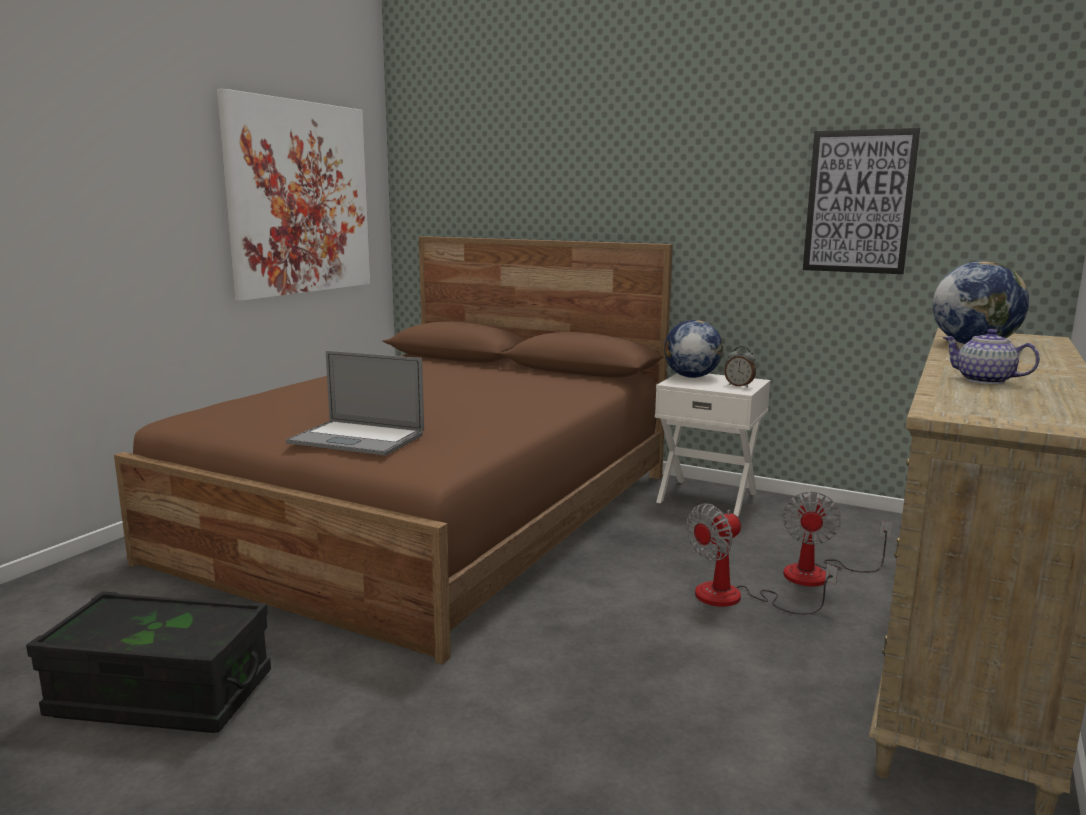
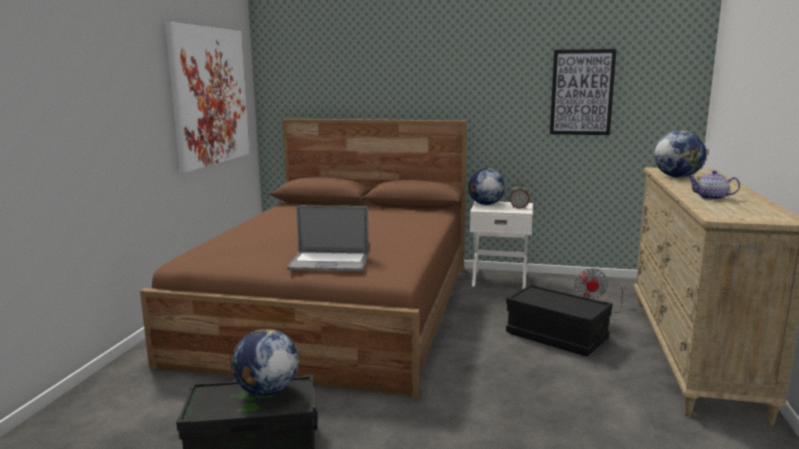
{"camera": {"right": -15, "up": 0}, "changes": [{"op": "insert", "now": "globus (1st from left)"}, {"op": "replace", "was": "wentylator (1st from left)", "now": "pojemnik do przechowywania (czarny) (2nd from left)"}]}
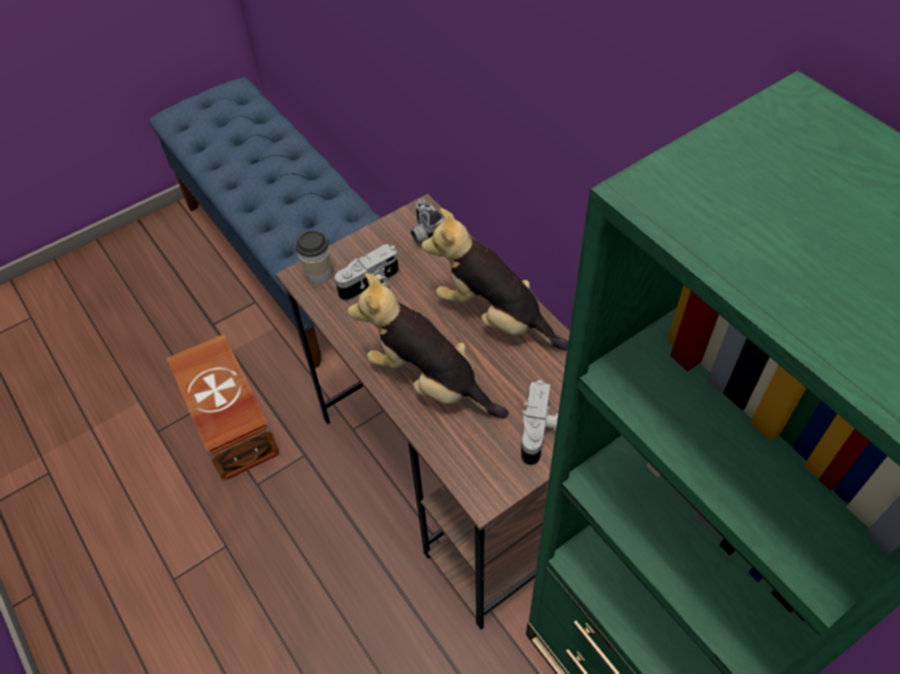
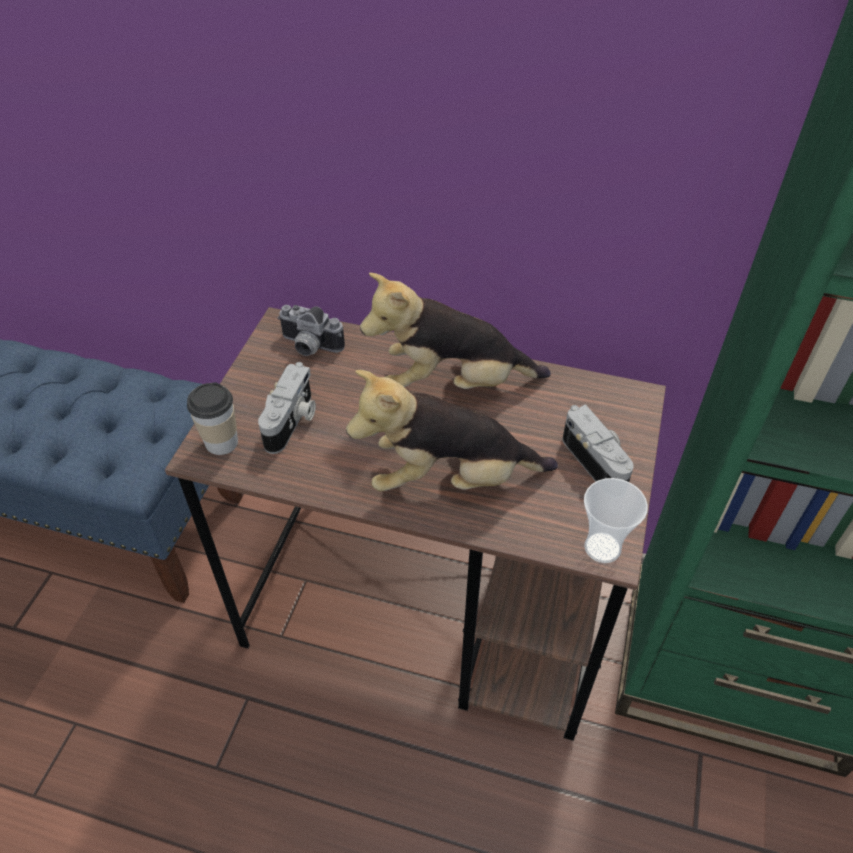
{"camera": {"right": -40, "up": -5}, "changes": [{"op": "delete", "was": "pojemnik do przechowywania (brązowy)"}, {"op": "insert", "now": "filiżanka (2nd from left)"}]}
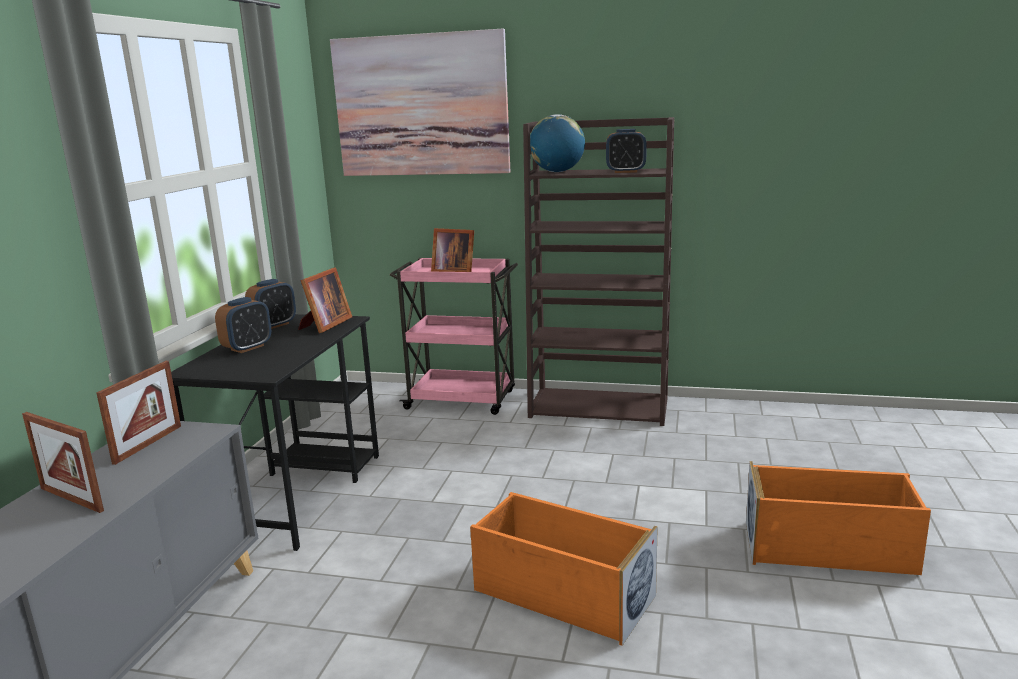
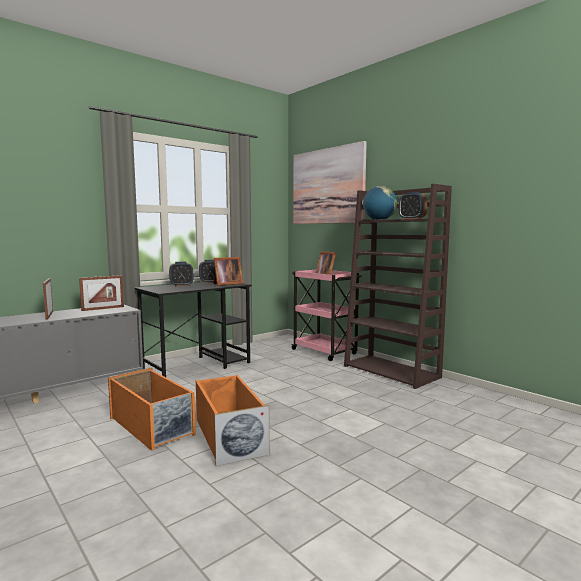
{"camera": {"right": 35, "up": -10}, "changes": [{"op": "move", "was": "pojemnik do przechowywania (pomarańczowy) (2nd from left in the first image)", "now": "pojemnik do przechowywania (pomarańczowy) (1st from left)"}]}
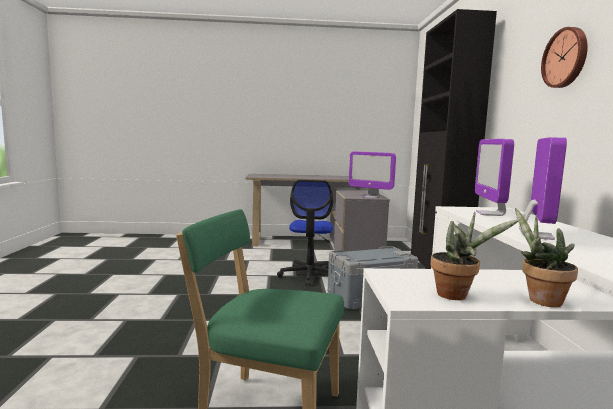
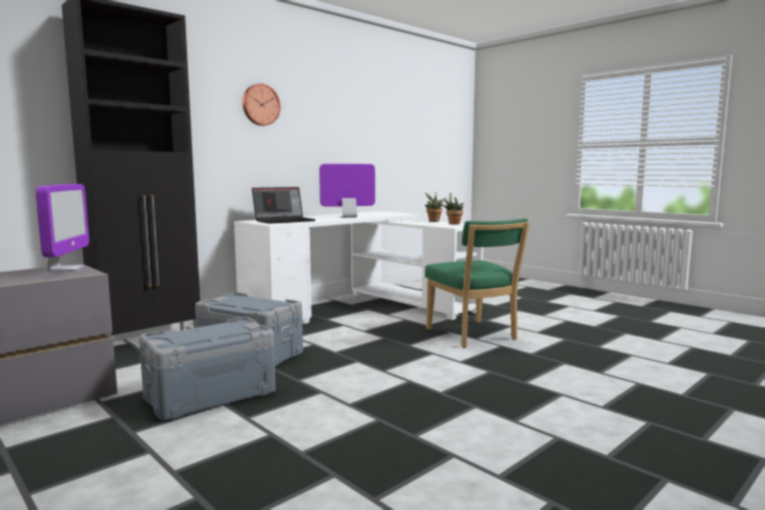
{"camera": {"right": -130, "up": 0}, "changes": [{"op": "replace", "was": "krzesło biurowe", "now": "pojemnik do przechowywania (szary) (1st from left)"}, {"op": "replace", "was": "monitor (2nd from left)", "now": "laptop"}]}
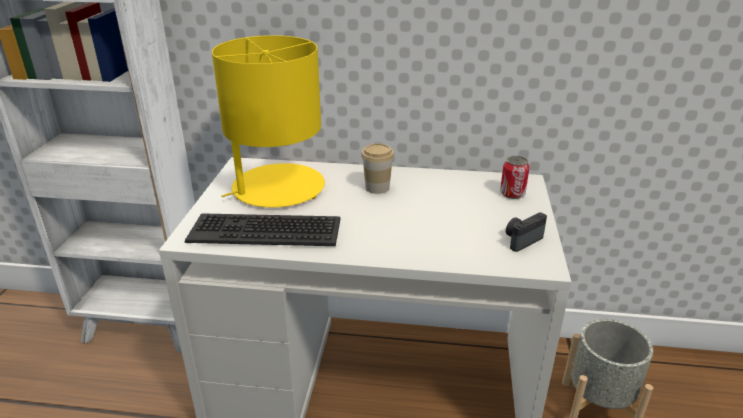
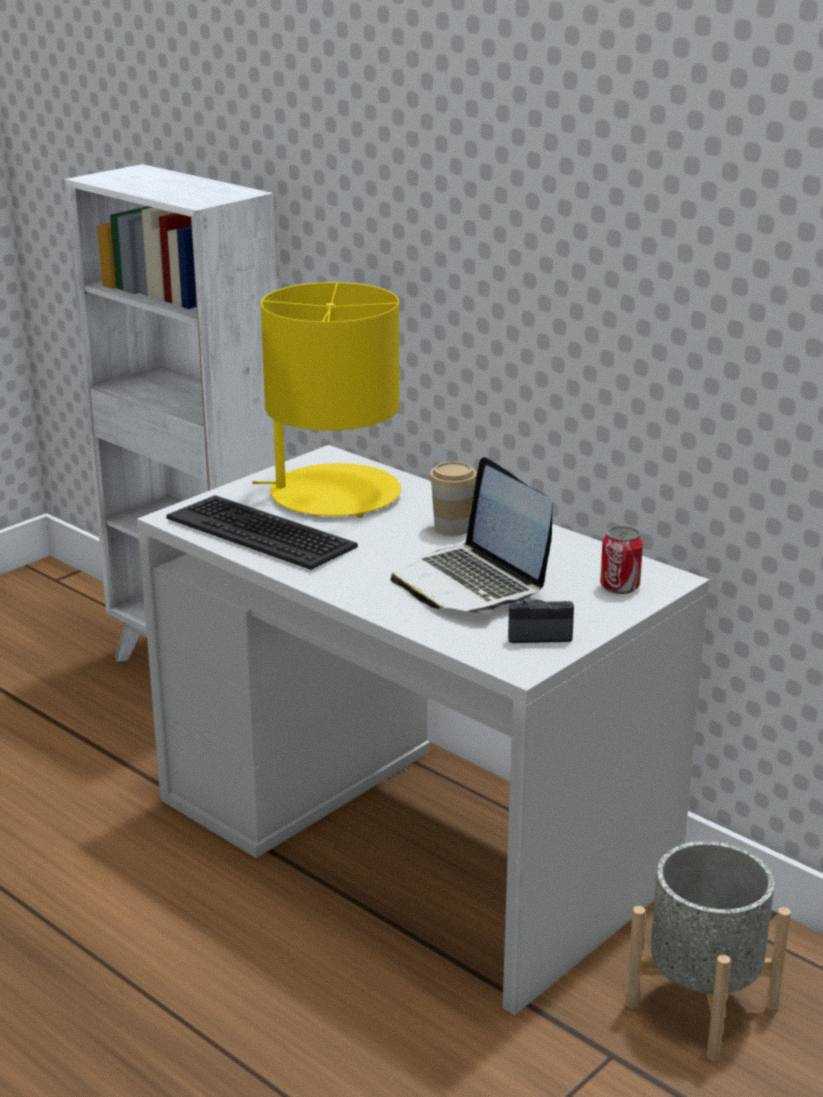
{"camera": {"right": 35, "up": -5}, "changes": [{"op": "insert", "now": "laptop"}]}
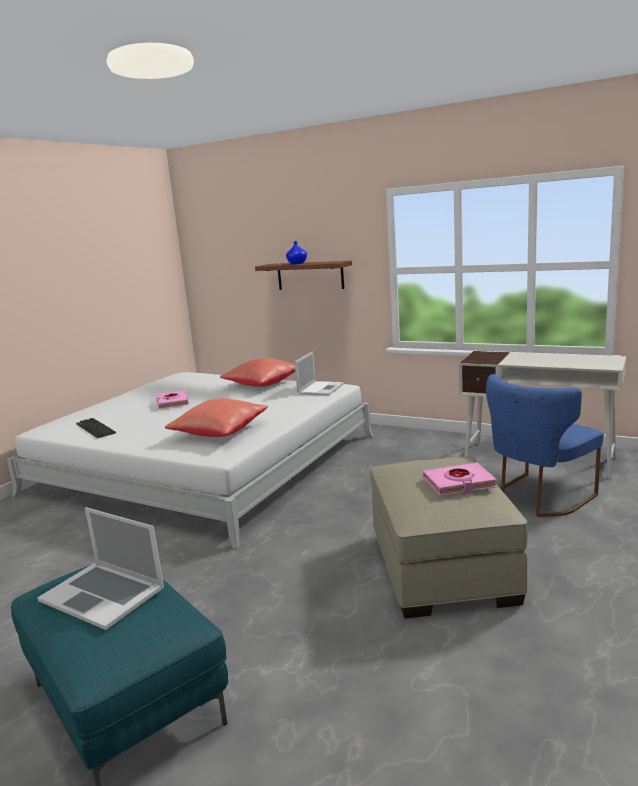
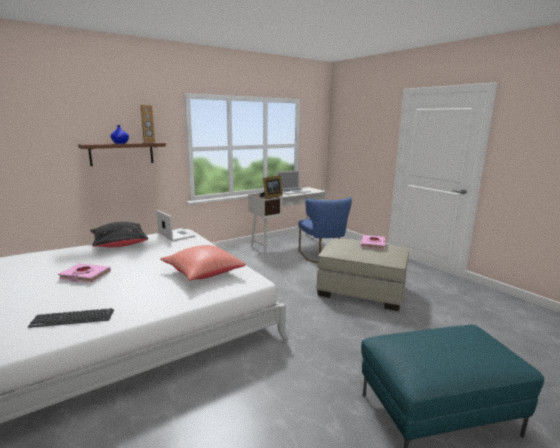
{"camera": {"right": -65, "up": 0}, "changes": [{"op": "insert", "now": "głośnik (brązowy)"}, {"op": "insert", "now": "ramka na zdjęcie"}, {"op": "move", "was": "laptop (1st from left in the first image)", "now": "laptop (2nd from left)"}, {"op": "recolor", "was": "poduszka (czerwony) (2nd from left)", "now": "poduszka (czarny)"}]}
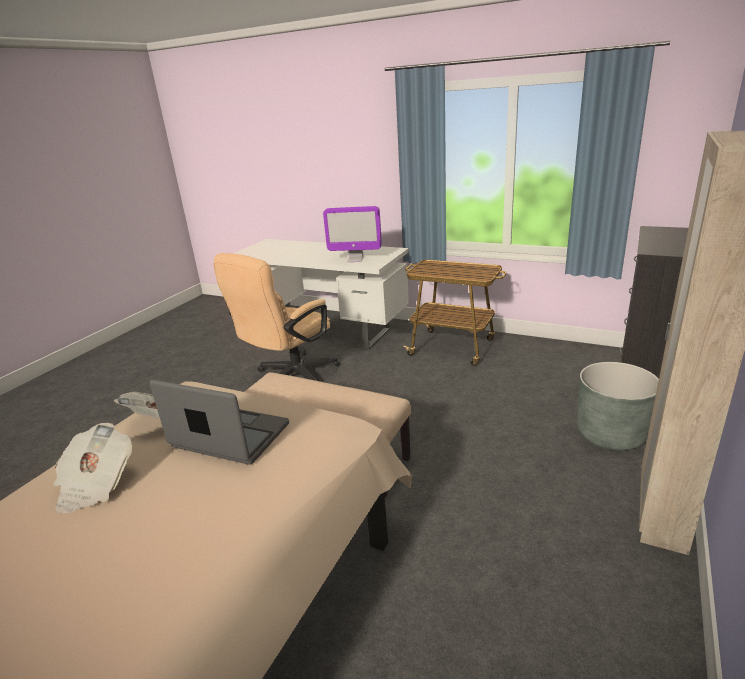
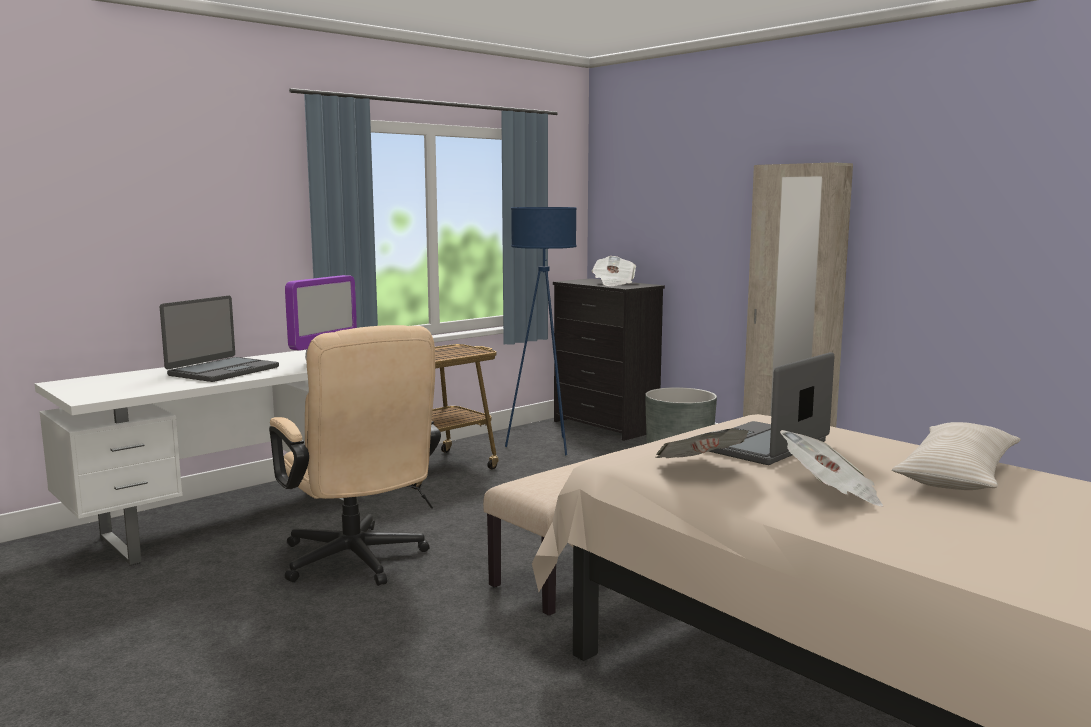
{"camera": {"right": -70, "up": -15}, "changes": [{"op": "insert", "now": "laptop (1st from left)"}, {"op": "insert", "now": "lampa stojąca (niebieski)"}, {"op": "insert", "now": "gazeta (1st from left)"}, {"op": "insert", "now": "poduszka (beżowy)"}]}
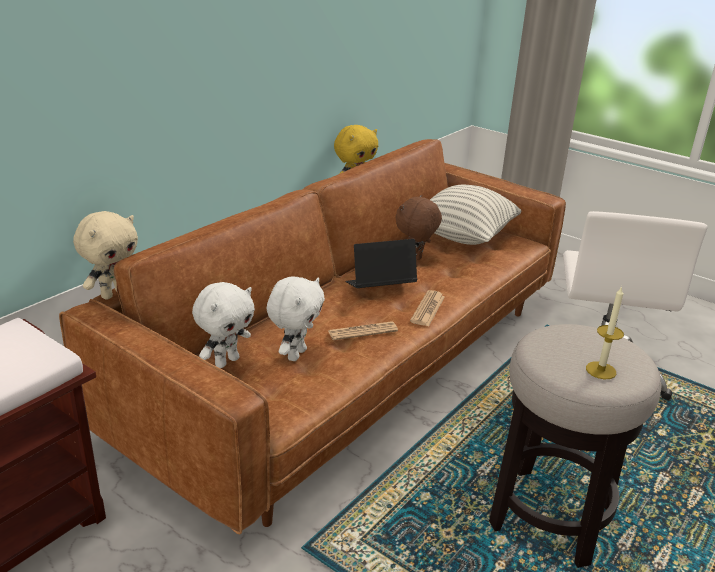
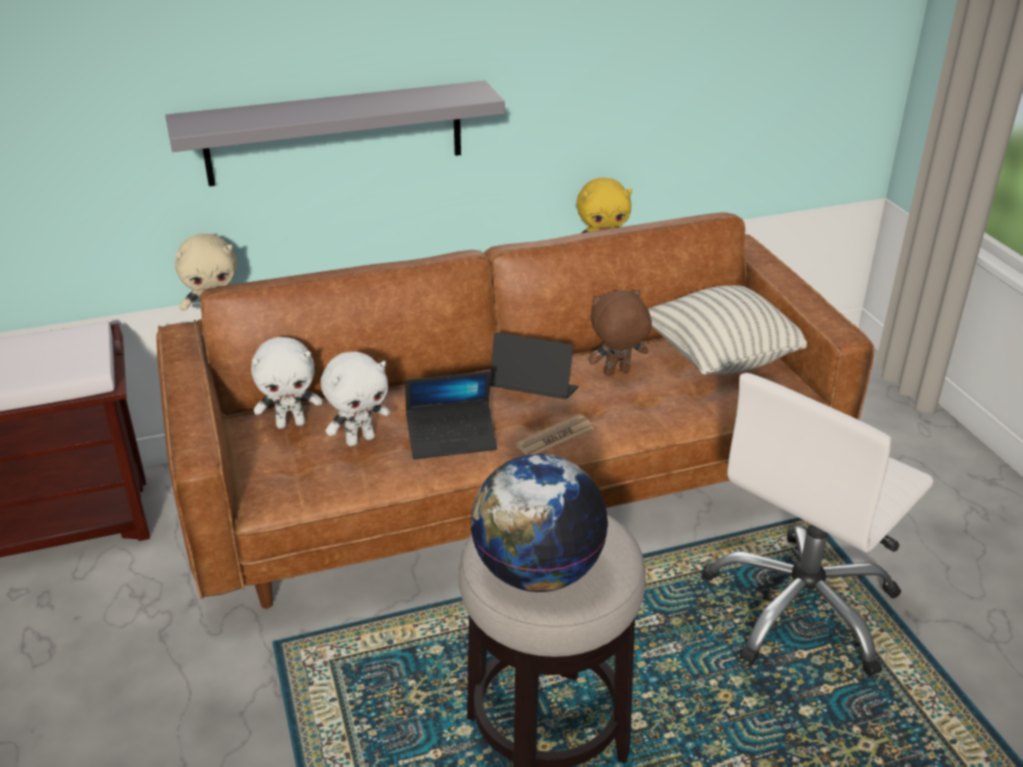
{"camera": {"right": 35, "up": 5}, "changes": [{"op": "insert", "now": "półka (szary)"}, {"op": "replace", "was": "gazeta (1st from left)", "now": "laptop (1st from left)"}, {"op": "replace", "was": "świeca", "now": "globus"}]}
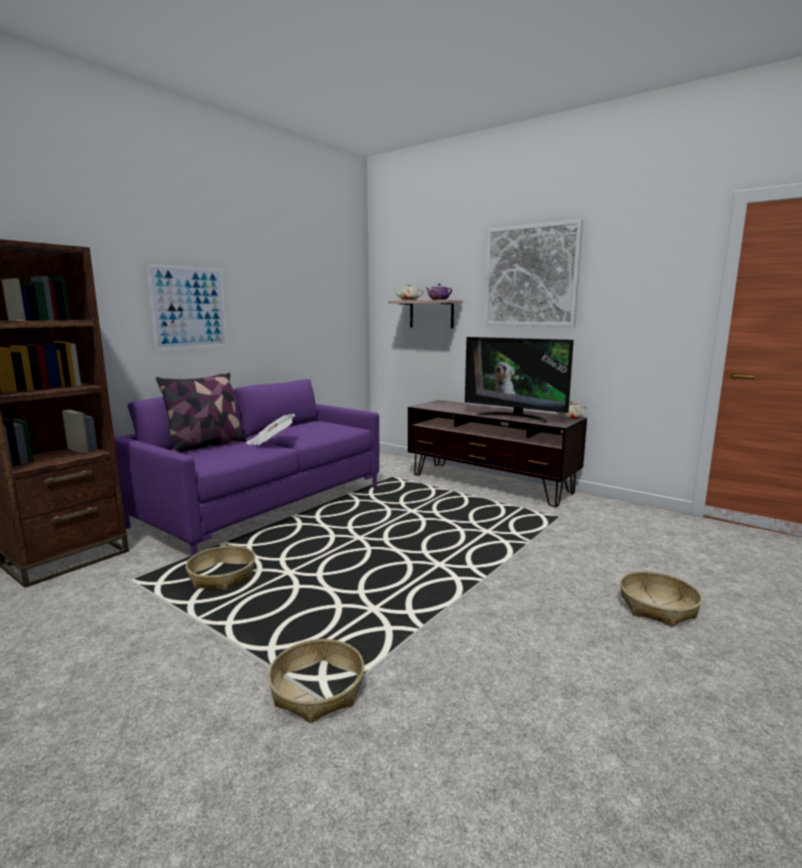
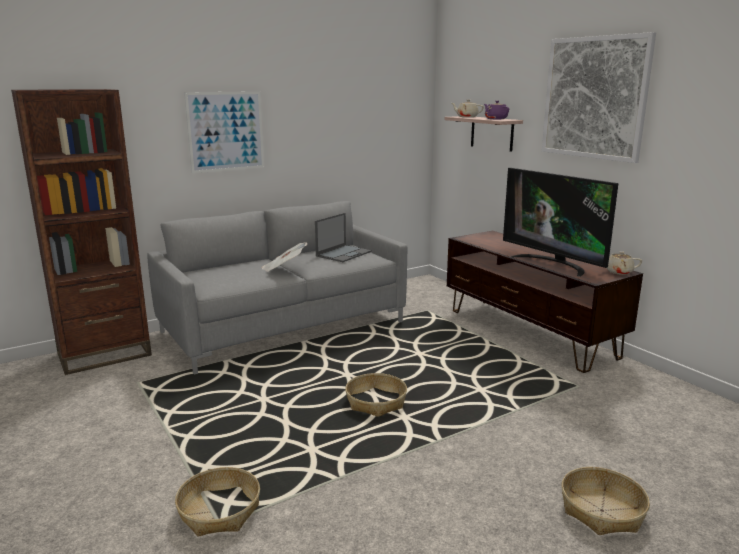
{"camera": {"right": 20, "up": 5}, "changes": [{"op": "delete", "was": "poduszka"}, {"op": "insert", "now": "laptop"}, {"op": "move", "was": "koszyk (1st from left in the first image)", "now": "koszyk (2nd from left)"}, {"op": "recolor", "was": "kanapa (fioletowy)", "now": "kanapa (szary)"}]}
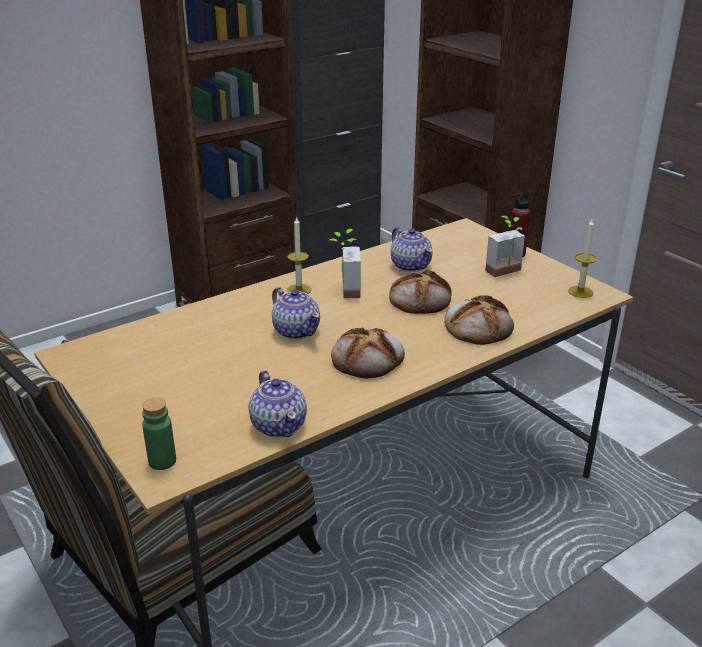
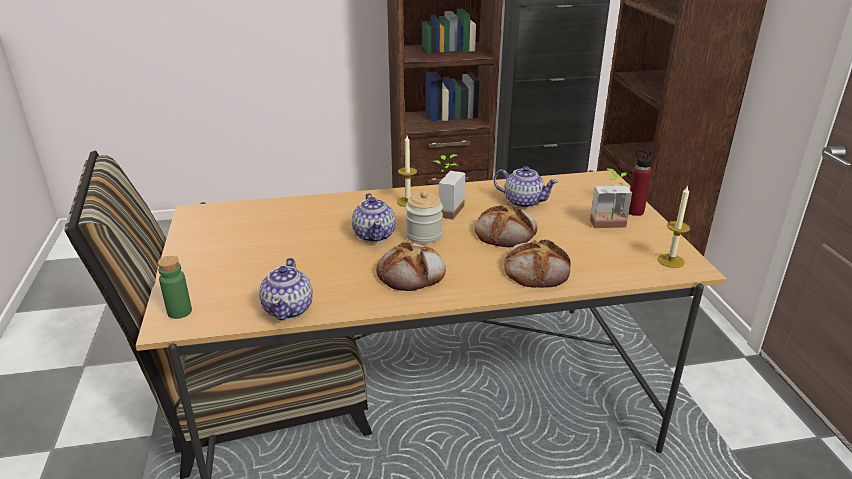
{"camera": {"right": 25, "up": 0}, "changes": [{"op": "insert", "now": "słoik"}, {"op": "rotate", "was": "imbryk (3rd from left)", "clockwise": -60}]}
